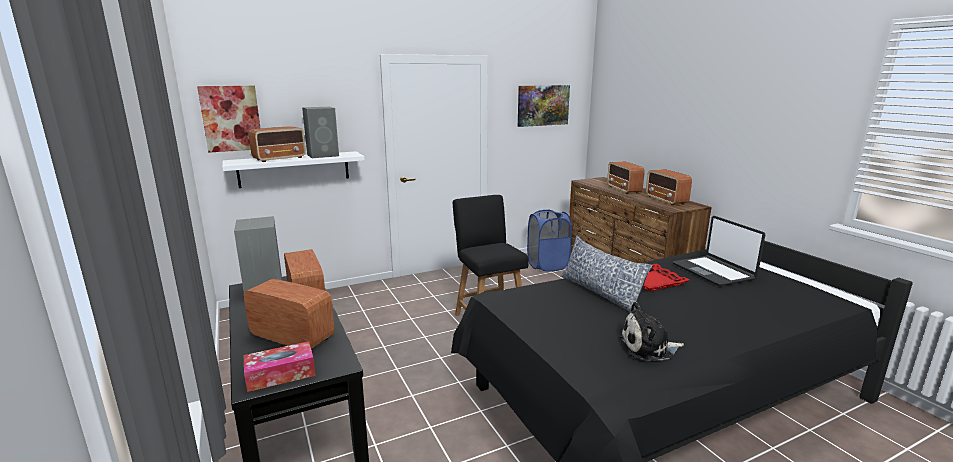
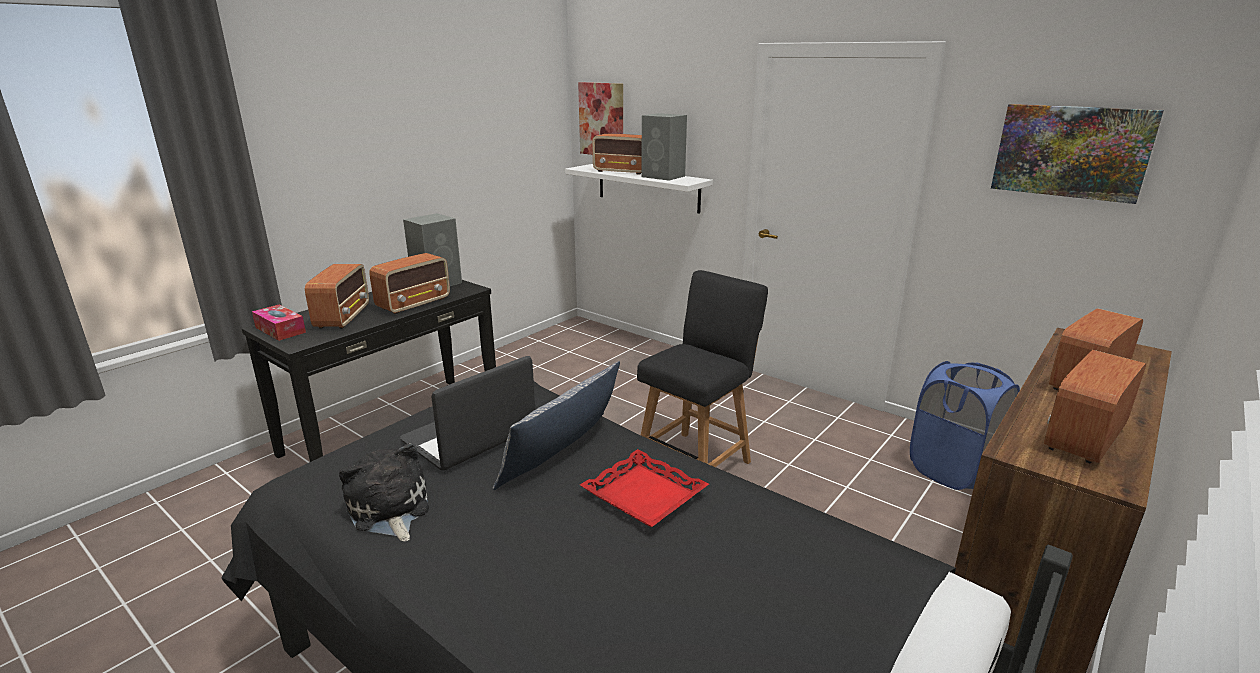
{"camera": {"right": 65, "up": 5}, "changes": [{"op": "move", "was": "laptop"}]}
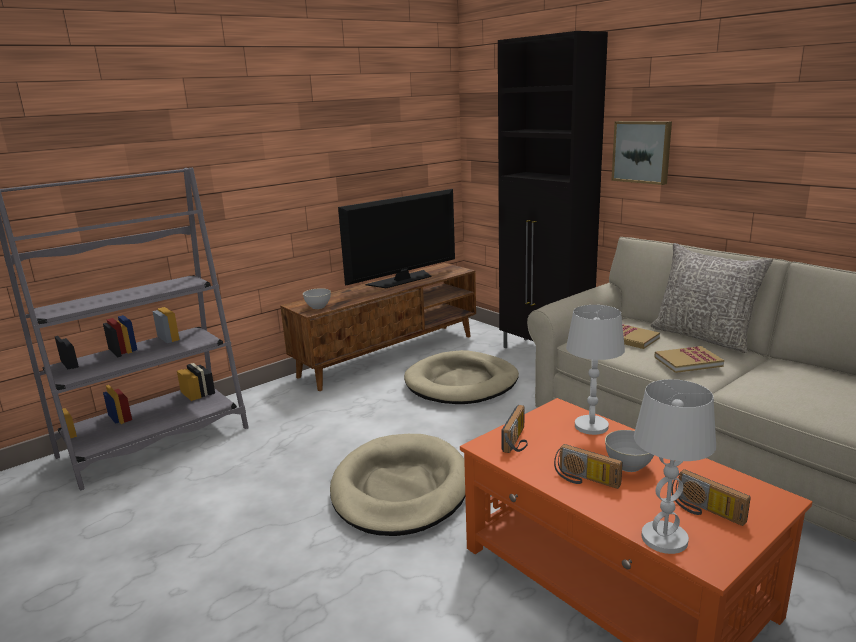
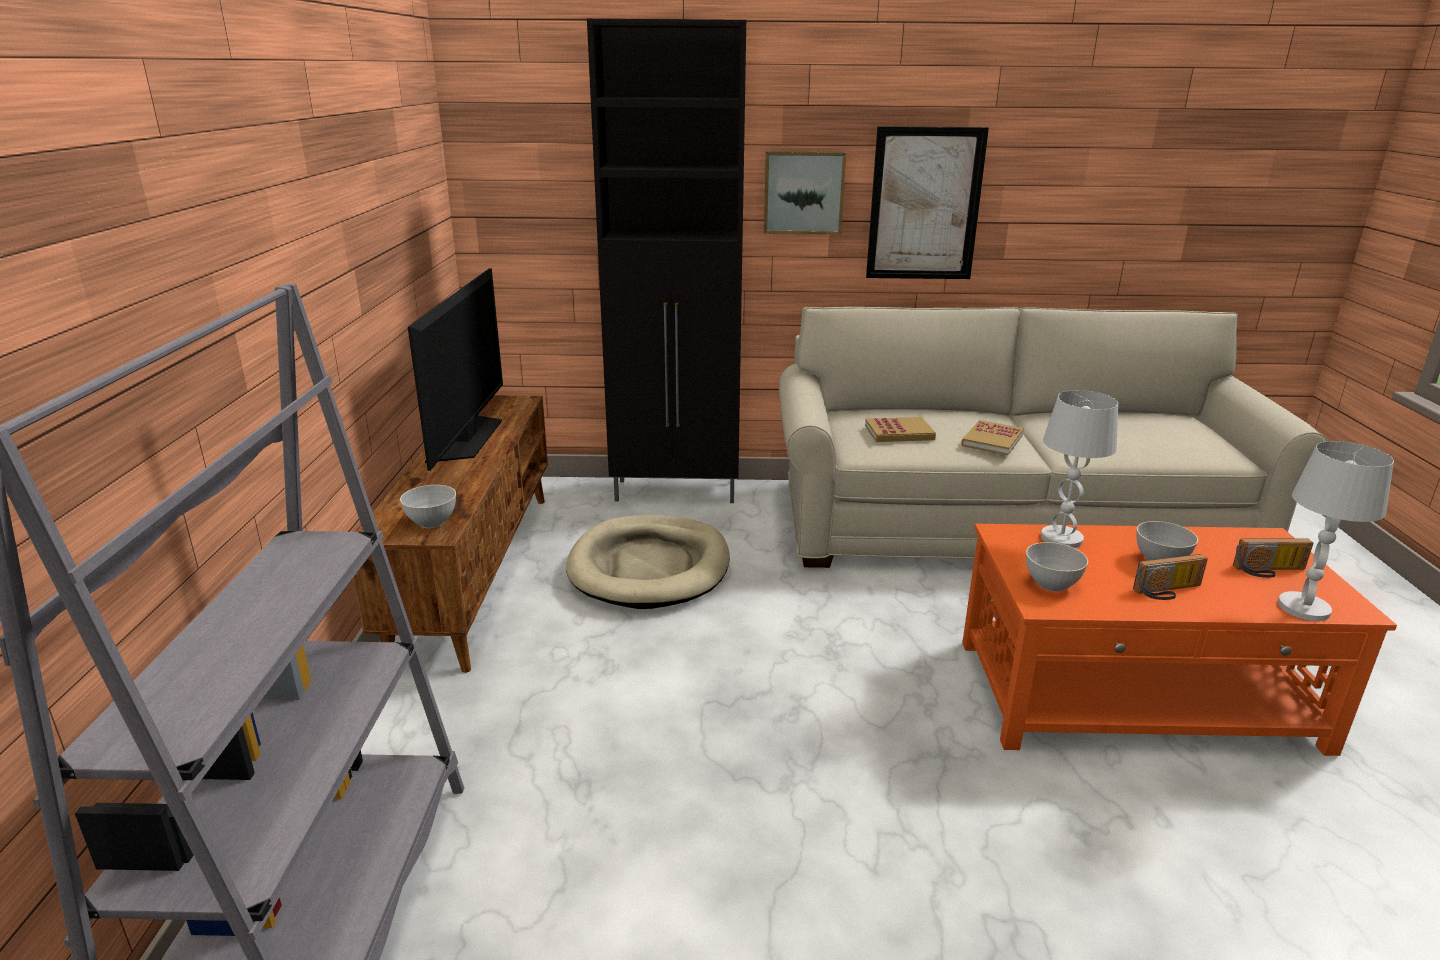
{"camera": {"right": -50, "up": 5}, "changes": [{"op": "delete", "was": "legowisko (beżowy) (1st from left)"}, {"op": "delete", "was": "poduszka (szary)"}, {"op": "insert", "now": "obraz (2nd from left)"}, {"op": "replace", "was": "radio (1st from left)", "now": "miska (szary) (2nd from left)"}]}
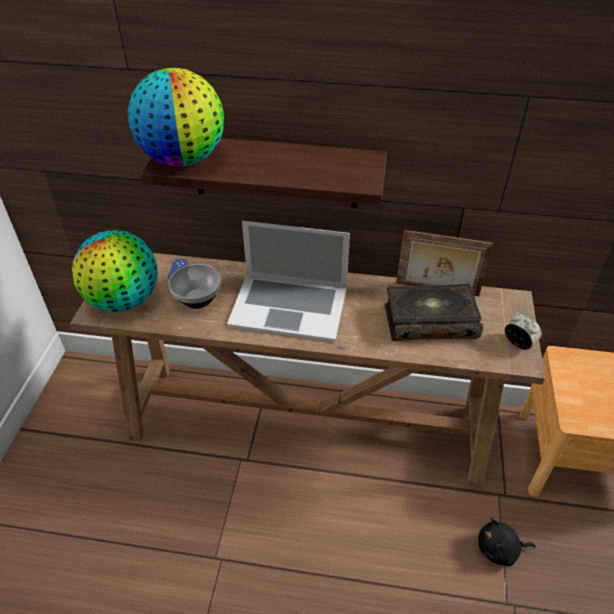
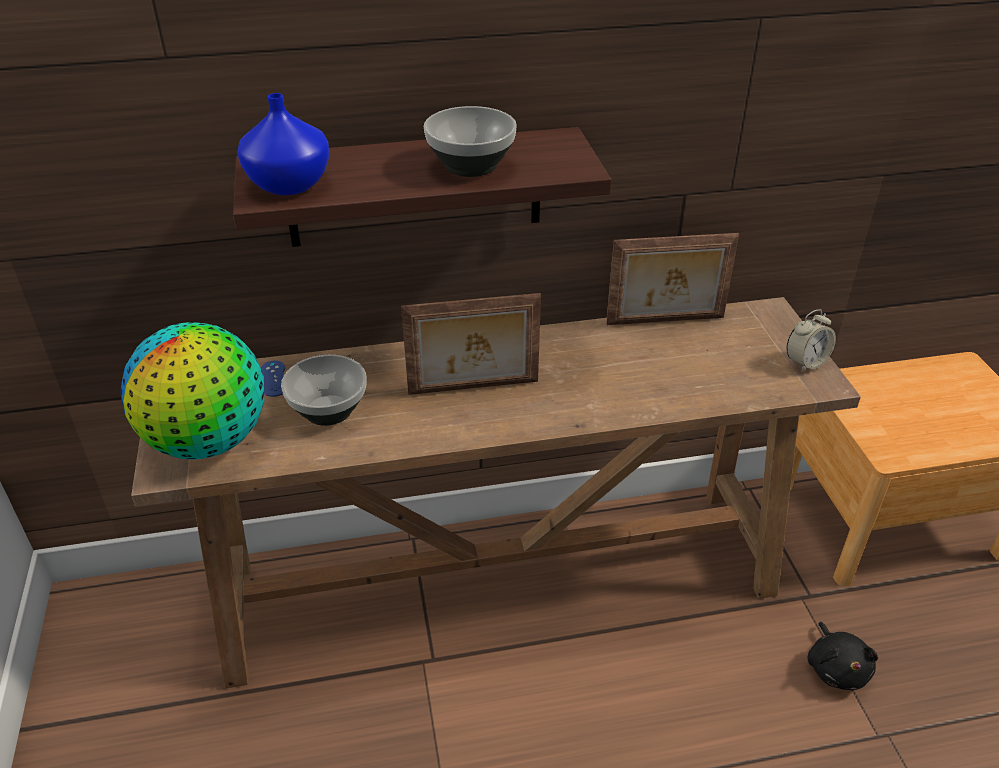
{"camera": {"right": -20, "up": -5}, "changes": [{"op": "delete", "was": "książka"}, {"op": "insert", "now": "miska (2nd from left)"}, {"op": "replace", "was": "globus (2nd from left)", "now": "wazon (niebieski)"}, {"op": "replace", "was": "laptop", "now": "ramka na zdjęcie (1st from left)"}, {"op": "rotate", "was": "pluszak (czarny)", "clockwise": -75}, {"op": "rotate", "was": "budzik", "clockwise": 120}]}
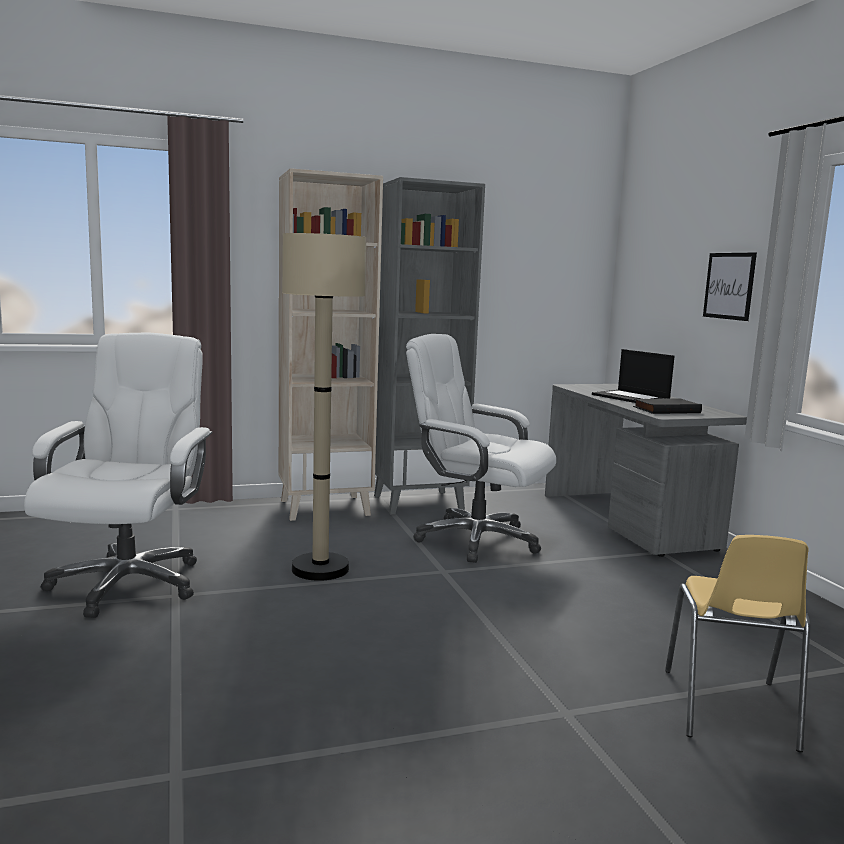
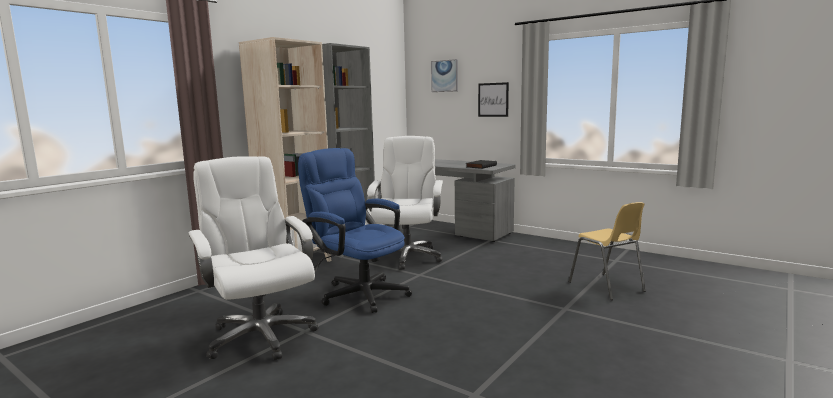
{"camera": {"right": -35, "up": 0}, "changes": [{"op": "delete", "was": "laptop"}, {"op": "insert", "now": "obraz (1st from left)"}, {"op": "replace", "was": "lampa stojąca (beżowy)", "now": "krzesło biurowe (niebieski)"}, {"op": "rotate", "was": "krzesło biurowe (biały) (2nd from left)", "clockwise": 105}]}
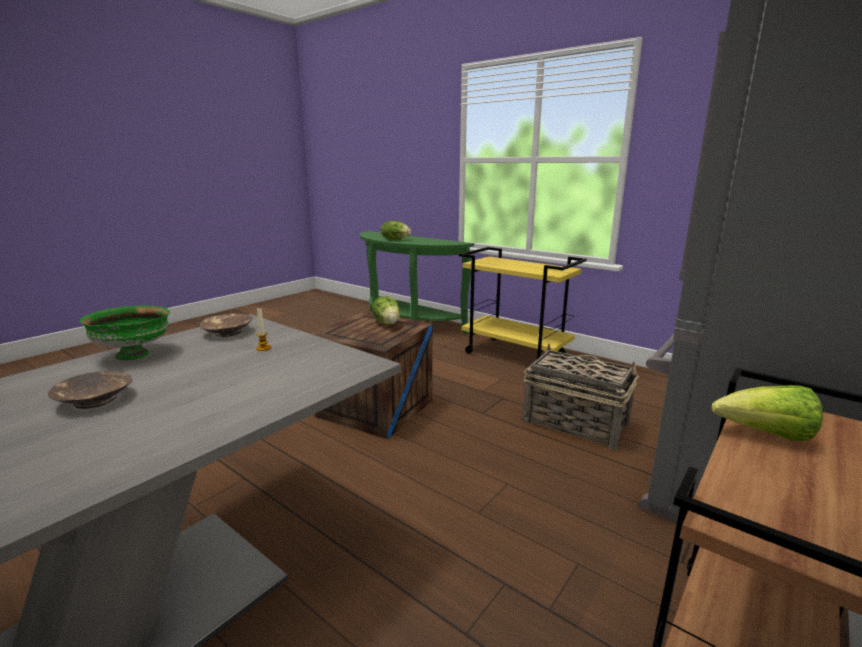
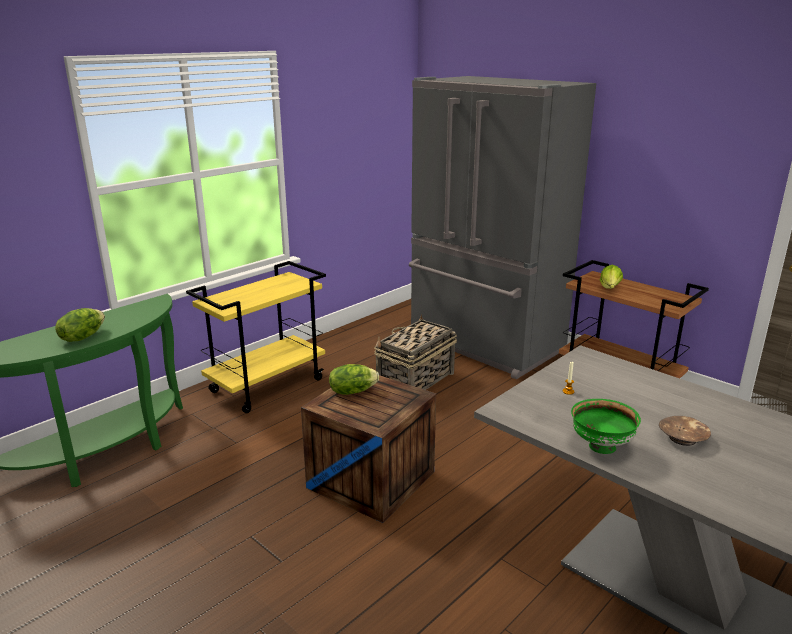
{"camera": {"right": -85, "up": 5}, "changes": [{"op": "delete", "was": "miska (brązowy) (2nd from left)"}]}
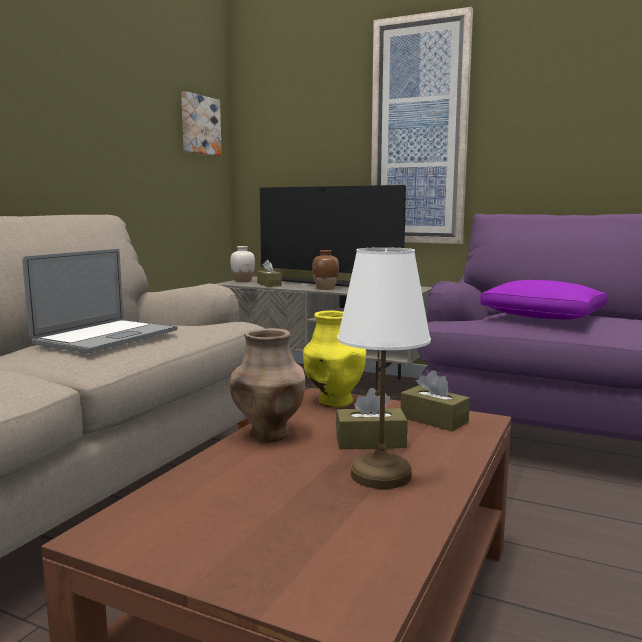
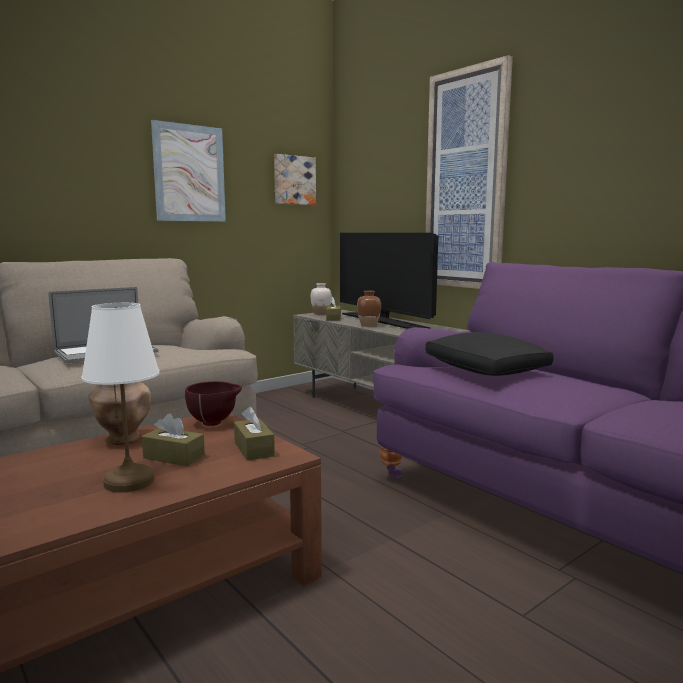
{"camera": {"right": 25, "up": 0}, "changes": [{"op": "insert", "now": "obraz (1st from left)"}, {"op": "replace", "was": "wazon (żółty)", "now": "miska (brązowy)"}, {"op": "recolor", "was": "poduszka (fioletowy)", "now": "poduszka (czarny)"}]}
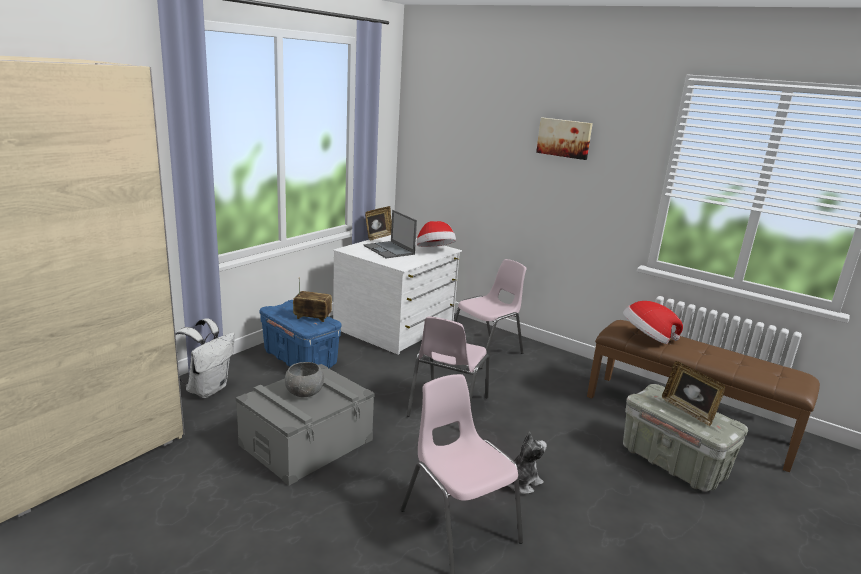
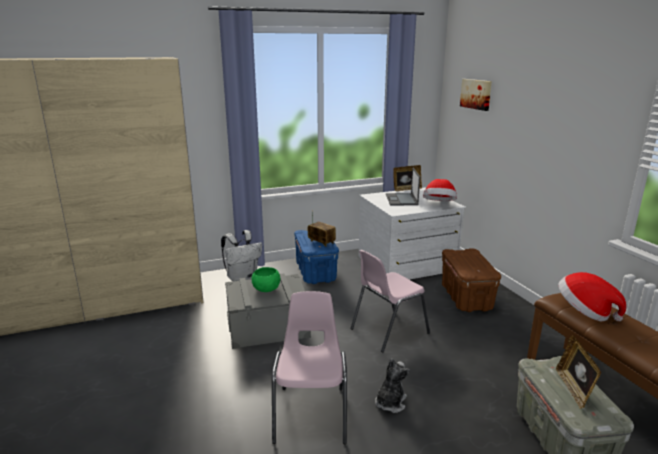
{"camera": {"right": 35, "up": 0}, "changes": [{"op": "move", "was": "obraz"}, {"op": "replace", "was": "krzesło (różowy) (3rd from left)", "now": "pojemnik do przechowywania (brązowy)"}, {"op": "recolor", "was": "miska (szary)", "now": "miska (zielony)"}, {"op": "rotate", "was": "pluszak", "clockwise": -60}]}
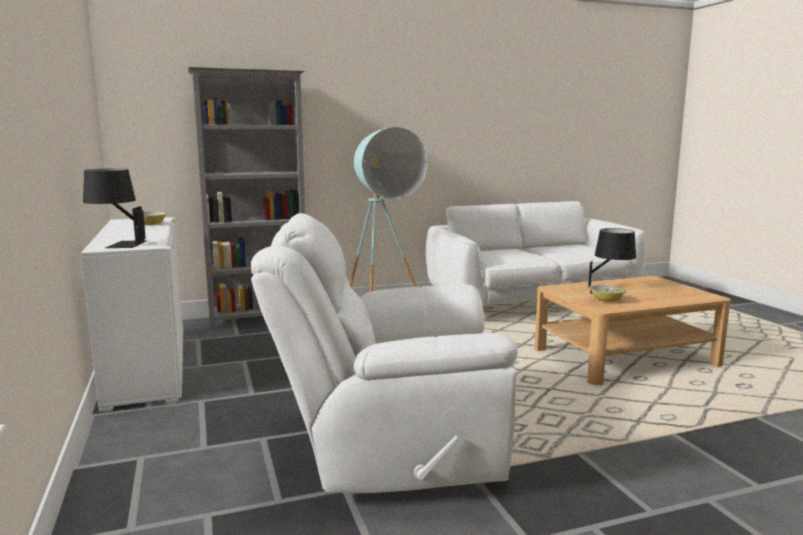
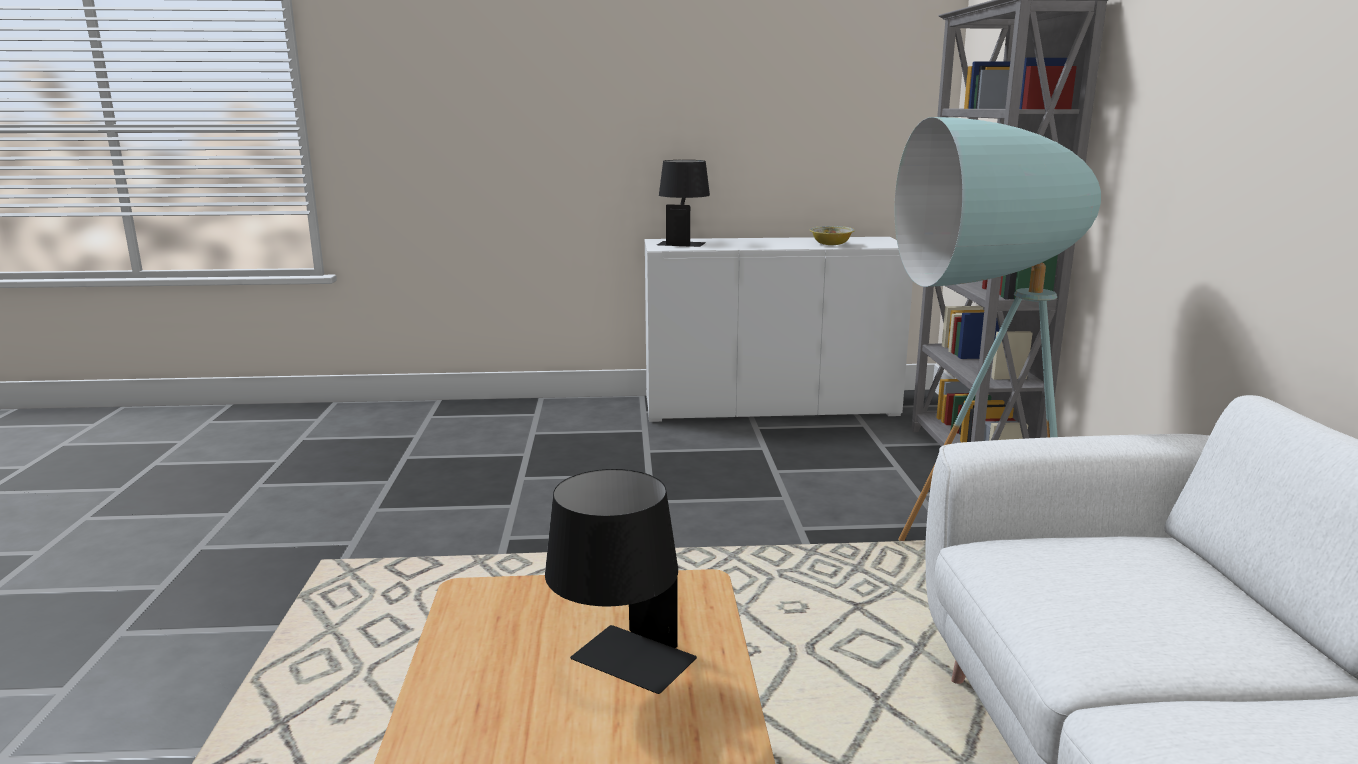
{"camera": {"right": 105, "up": 5}, "changes": [{"op": "delete", "was": "fotel (biały)"}, {"op": "delete", "was": "miska (2nd from left)"}]}
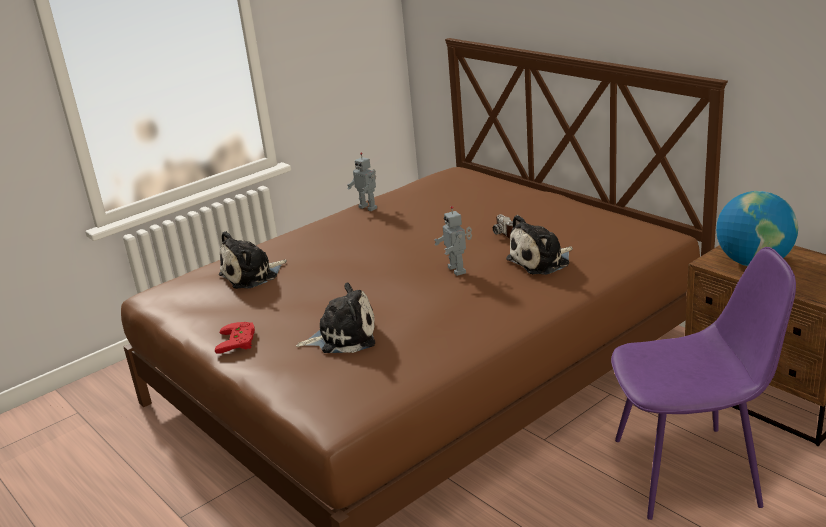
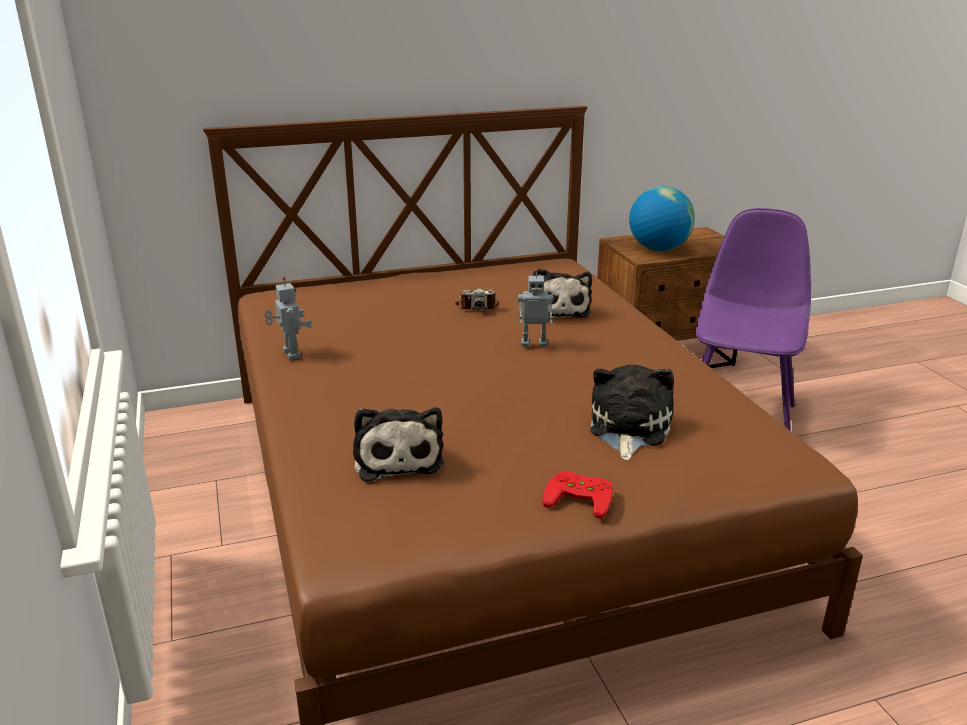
{"camera": {"right": -70, "up": 0}, "changes": [{"op": "rotate", "was": "robot zabawkowy (1st from left)", "clockwise": -90}]}
